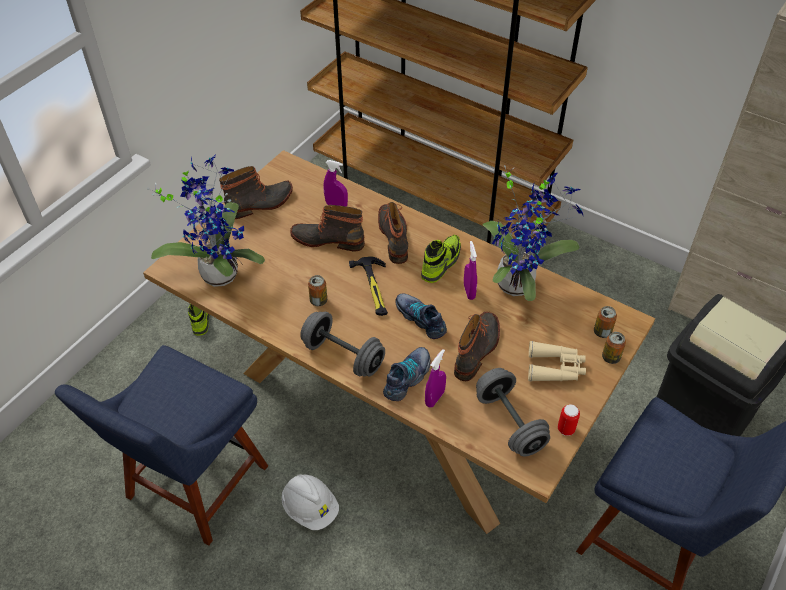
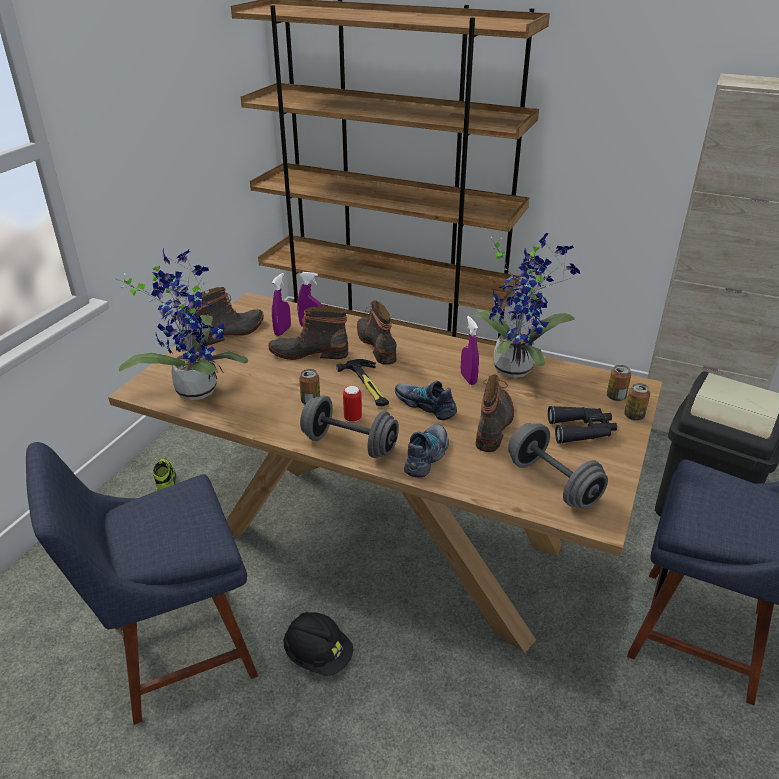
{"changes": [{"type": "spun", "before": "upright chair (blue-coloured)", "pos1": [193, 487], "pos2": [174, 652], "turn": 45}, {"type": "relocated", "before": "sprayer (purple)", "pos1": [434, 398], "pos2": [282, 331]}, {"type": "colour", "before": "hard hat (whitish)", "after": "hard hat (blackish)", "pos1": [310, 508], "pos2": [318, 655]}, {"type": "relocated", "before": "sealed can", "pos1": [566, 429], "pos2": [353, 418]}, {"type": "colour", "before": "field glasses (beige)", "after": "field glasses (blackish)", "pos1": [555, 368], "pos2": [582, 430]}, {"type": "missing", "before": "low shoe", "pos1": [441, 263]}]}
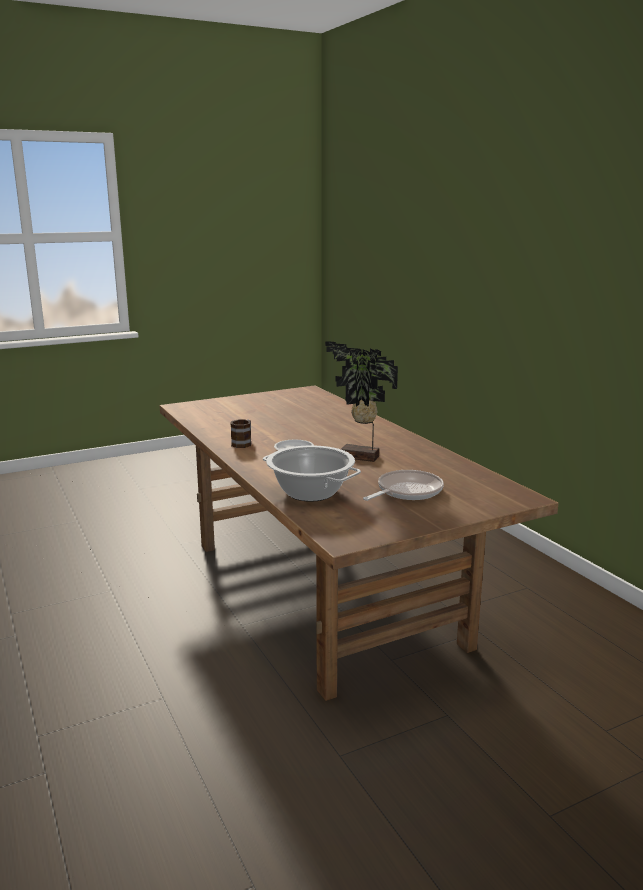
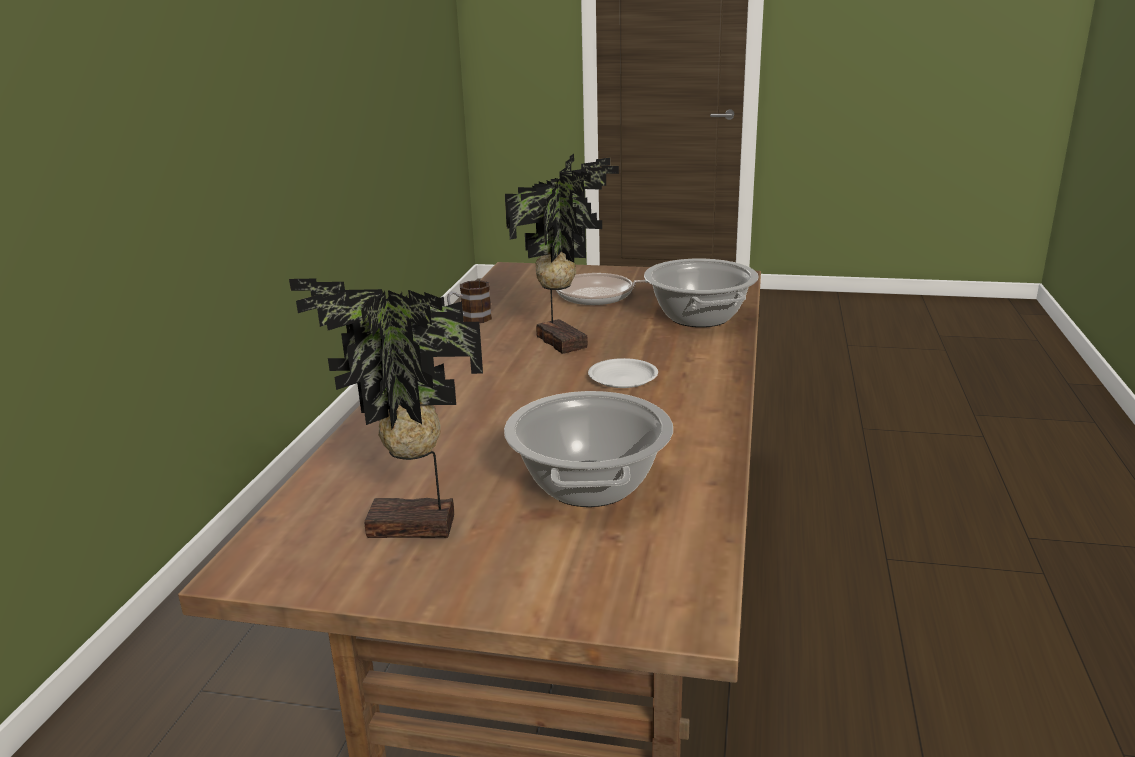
{"changes": [{"type": "appeared", "after": "houseplant", "pos2": [412, 530]}, {"type": "relocated", "before": "mug", "pos1": [243, 443], "pos2": [470, 319]}, {"type": "appeared", "after": "stockpot", "pos2": [589, 484]}]}
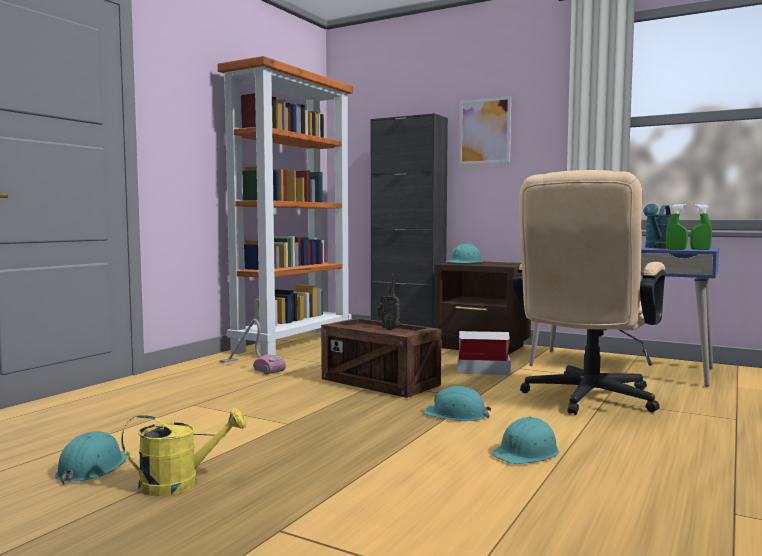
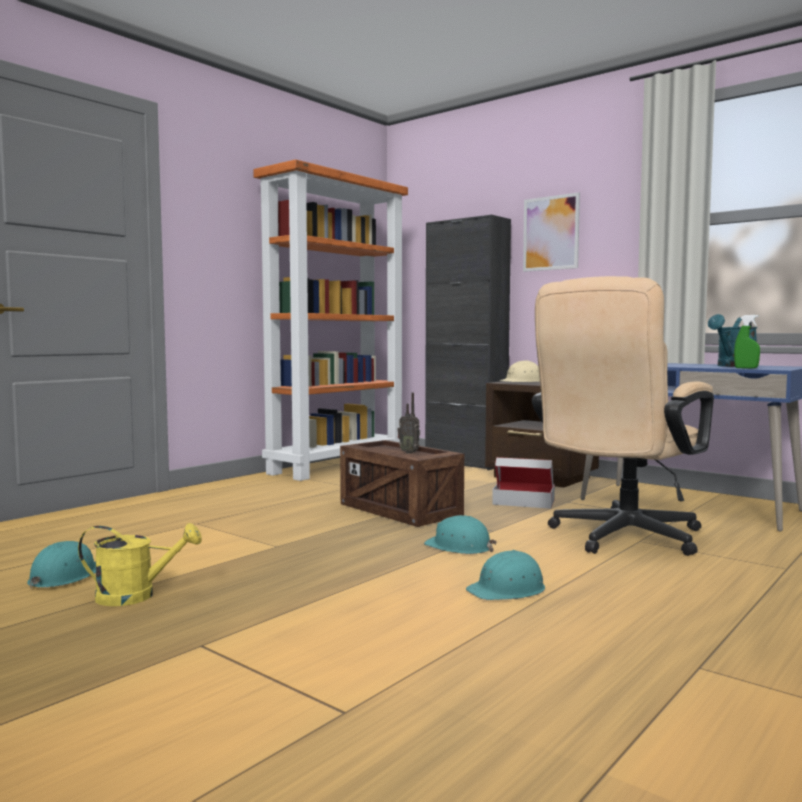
{"changes": [{"type": "colour", "before": "hard hat (turquoise-coloured)", "after": "hard hat (beige)", "pos1": [464, 262], "pos2": [522, 381]}, {"type": "missing", "before": "vacuum", "pos1": [251, 367]}, {"type": "missing", "before": "sprayer (greenish)", "pos1": [700, 249]}]}
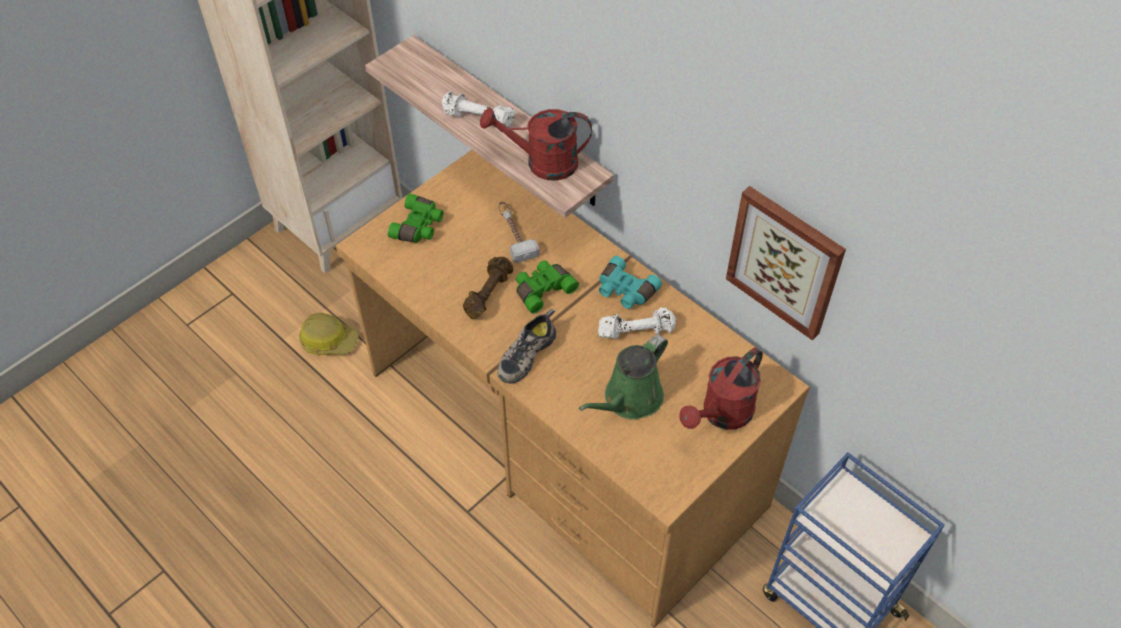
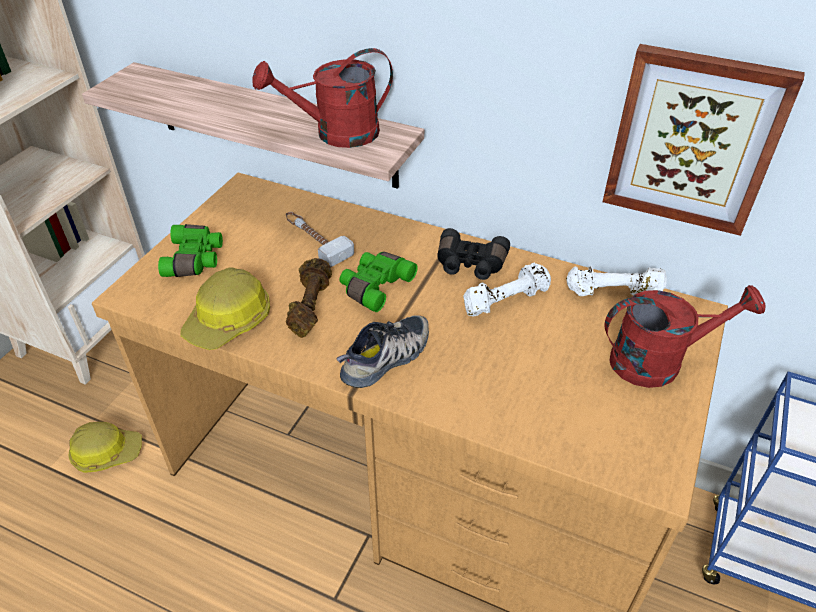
{"changes": [{"type": "appeared", "after": "hard hat", "pos2": [230, 321]}, {"type": "spun", "before": "low shoe", "pos1": [525, 353], "pos2": [387, 358], "turn": -150}, {"type": "colour", "before": "field glasses (turquoise-coloured)", "after": "field glasses (blackish)", "pos1": [625, 291], "pos2": [470, 264]}, {"type": "relocated", "before": "free weight (whitish)", "pos1": [477, 119], "pos2": [613, 293]}, {"type": "spun", "before": "watering pot (reddish)", "pos1": [722, 415], "pos2": [658, 361], "turn": -120}, {"type": "missing", "before": "watering pot (greenish)", "pos1": [629, 399]}]}
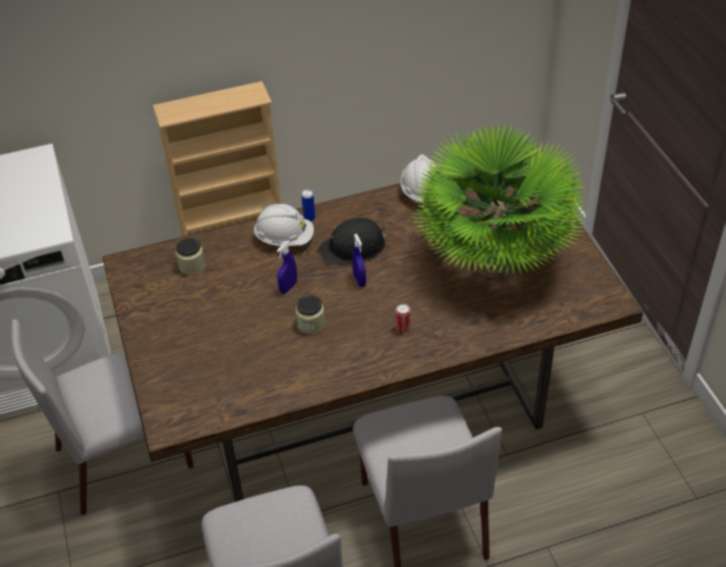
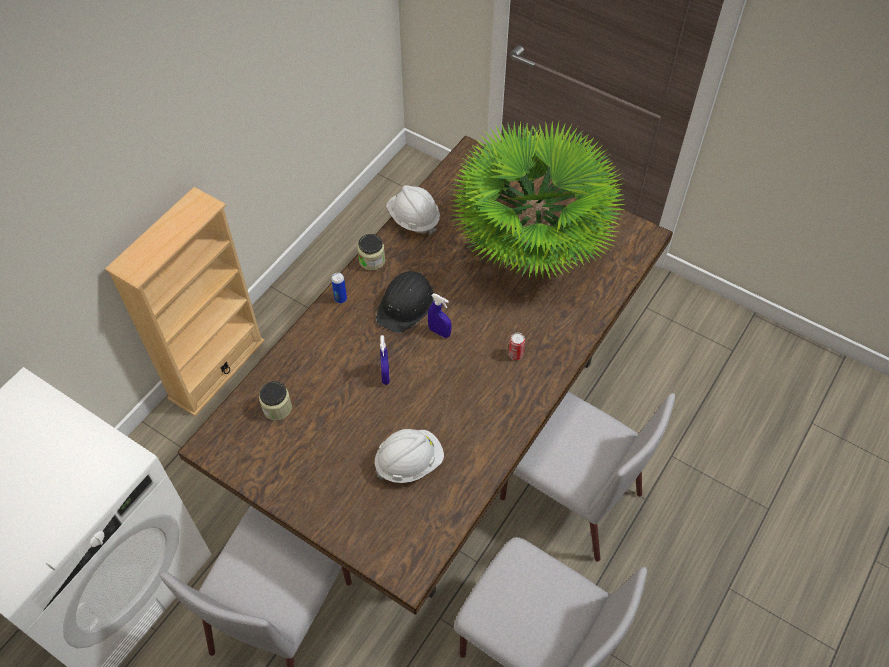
{"changes": [{"type": "relocated", "before": "storage jar", "pos1": [311, 324], "pos2": [372, 260]}, {"type": "relocated", "before": "hard hat (whitish)", "pos1": [284, 239], "pos2": [409, 462]}]}
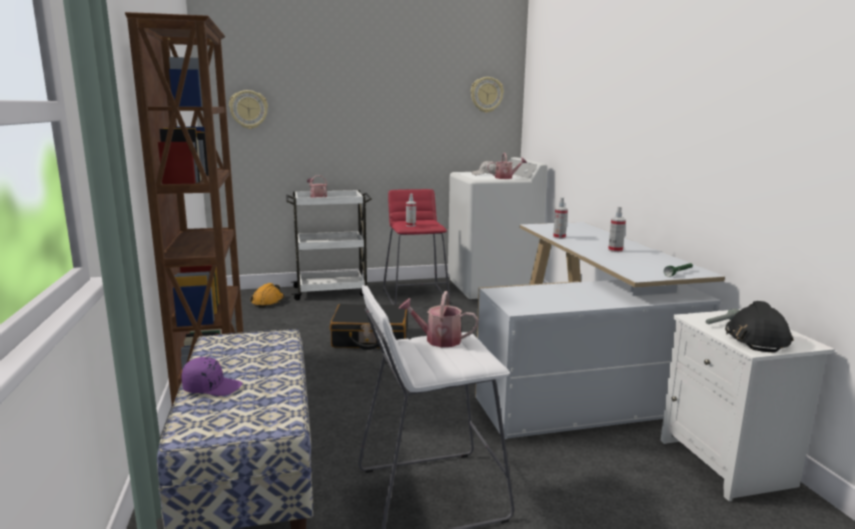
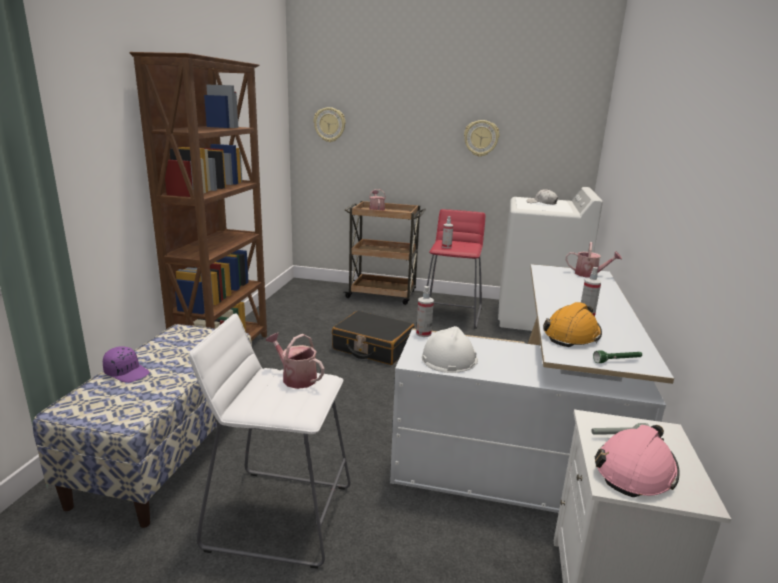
{"changes": [{"type": "colour", "before": "trolley (whitish)", "after": "trolley (brown-coloured)", "pos1": [331, 291], "pos2": [383, 295]}, {"type": "relocated", "before": "sprayer", "pos1": [559, 237], "pos2": [423, 333]}, {"type": "appeared", "after": "hard hat (whitish)", "pos2": [449, 359]}, {"type": "relocated", "before": "hanging clock", "pos1": [486, 94], "pos2": [481, 138]}, {"type": "relocated", "before": "hard hat (orange-coloured)", "pos1": [268, 302], "pos2": [572, 335]}, {"type": "relocated", "before": "watering pot", "pos1": [506, 178], "pos2": [590, 274]}, {"type": "colour", "before": "hard hat (blackish)", "after": "hard hat (pinkish)", "pos1": [756, 338], "pos2": [635, 471]}]}
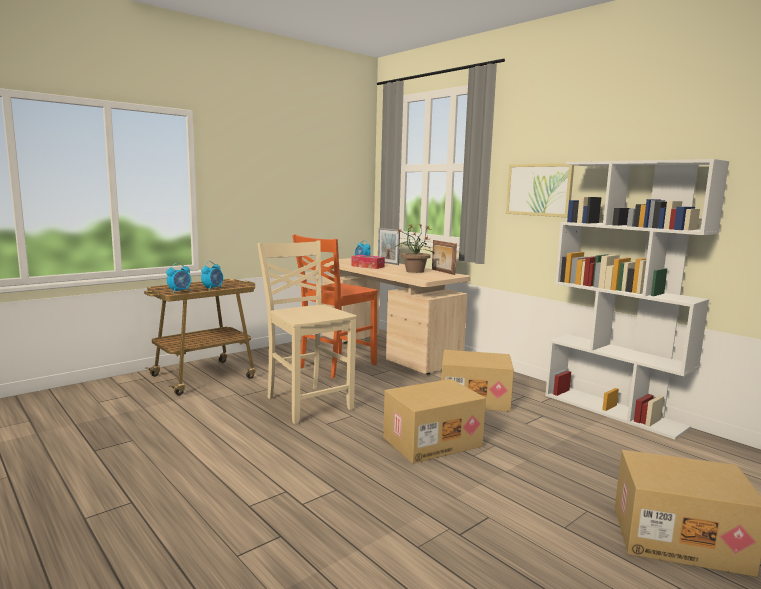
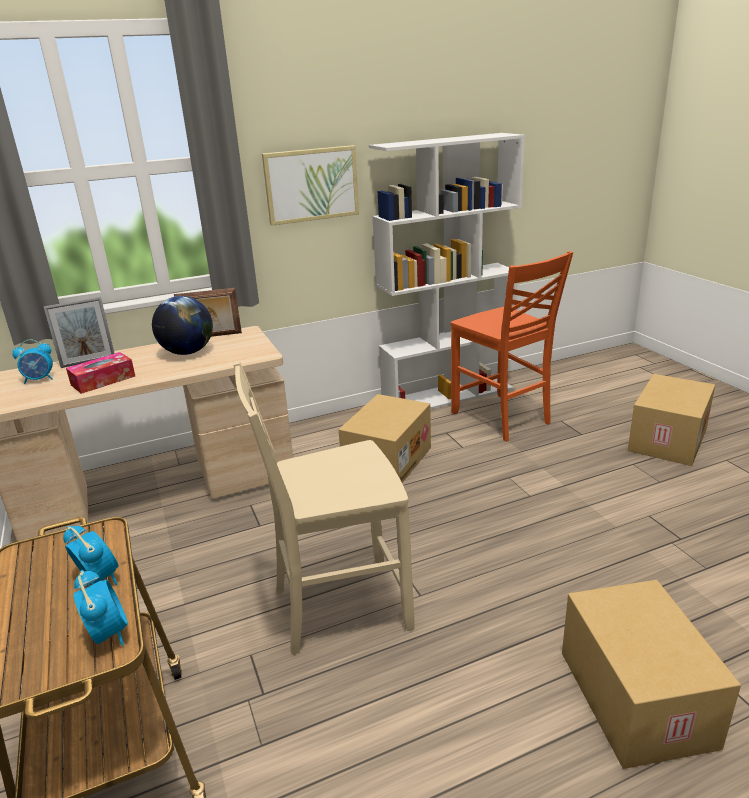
{"changes": [{"type": "exchanged", "before": "houseplant", "after": "desk globe", "pos1": [414, 271], "pos2": [187, 352]}, {"type": "relocated", "before": "upright chair (orange-coloured)", "pos1": [335, 366], "pos2": [502, 418]}, {"type": "relocated", "before": "cardboard box", "pos1": [432, 441], "pos2": [632, 697]}]}
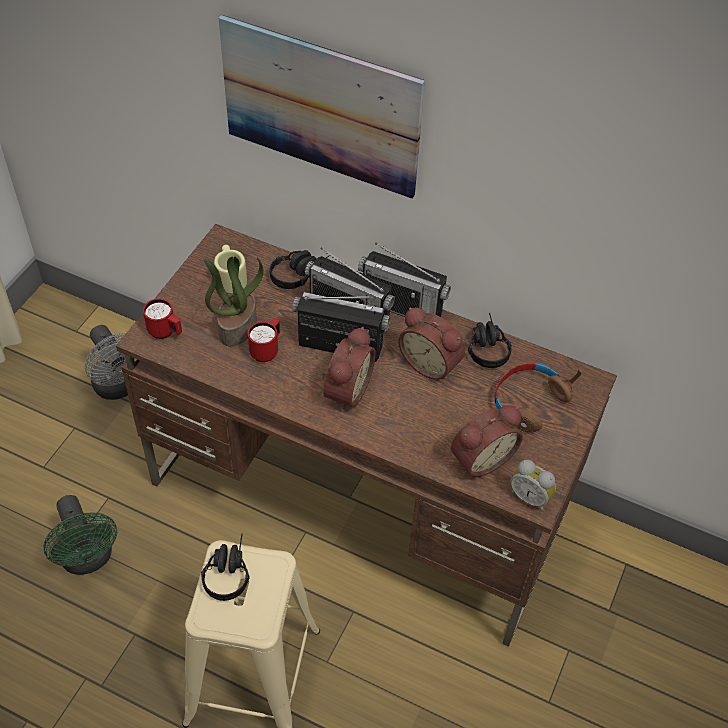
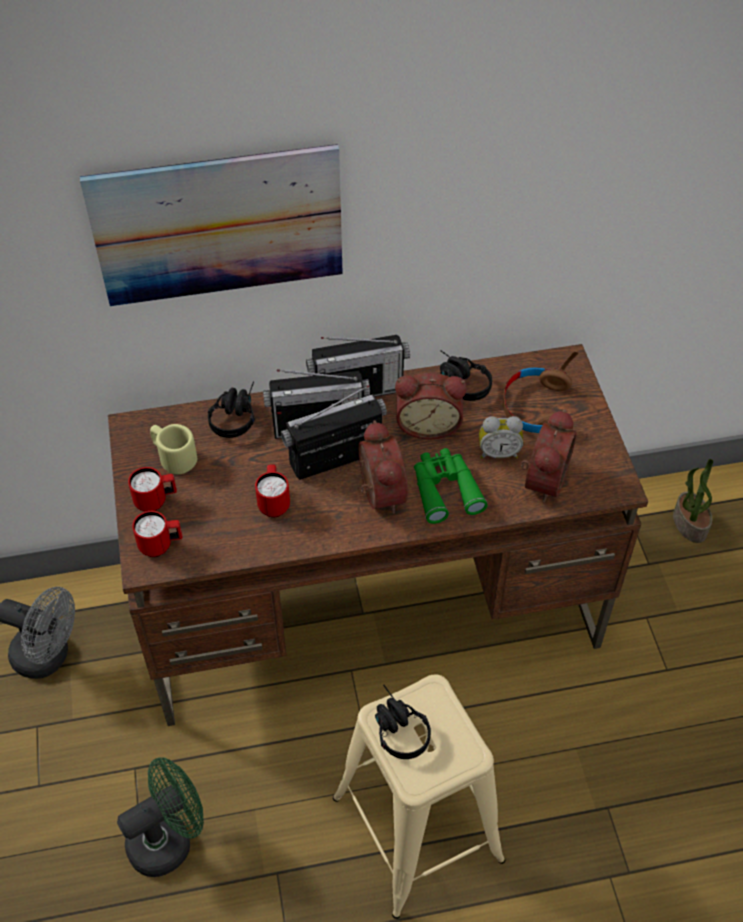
{"changes": [{"type": "spun", "before": "cooling fan (greenish)", "pos1": [88, 559], "pos2": [168, 839], "turn": -60}, {"type": "appeared", "after": "mug (reddish)", "pos2": [156, 501]}, {"type": "appeared", "after": "field glasses (greenish)", "pos2": [445, 489]}, {"type": "relocated", "before": "bedside clock", "pos1": [530, 497], "pos2": [498, 452]}, {"type": "relocated", "before": "houseplant", "pos1": [237, 326], "pos2": [688, 523]}]}
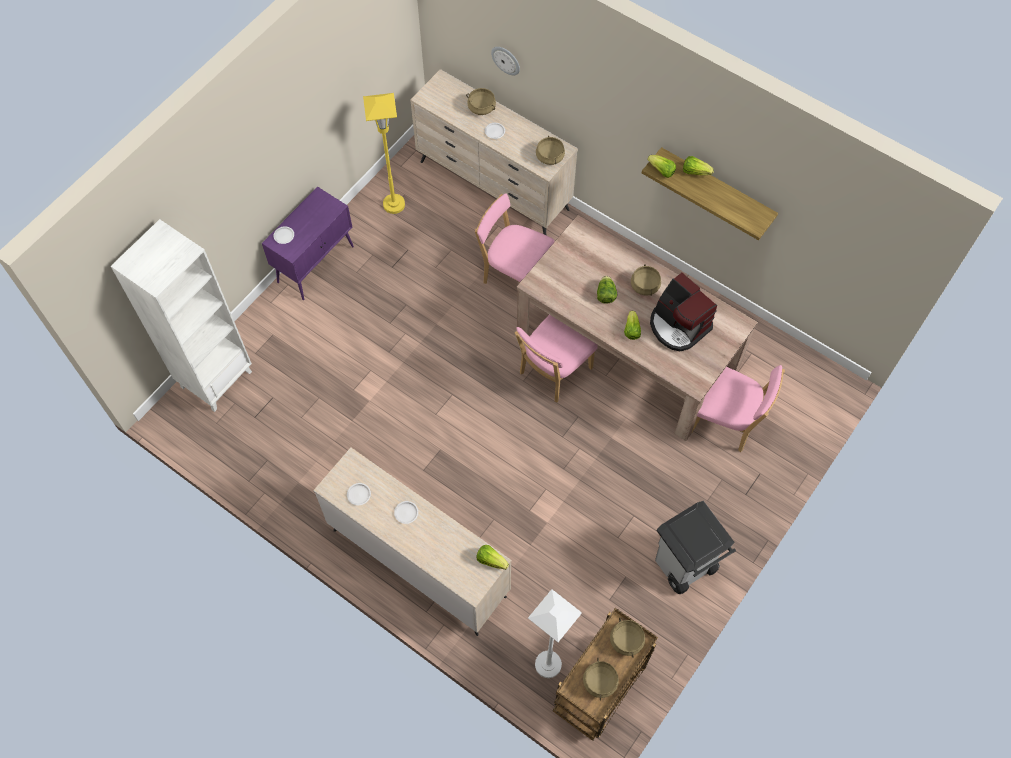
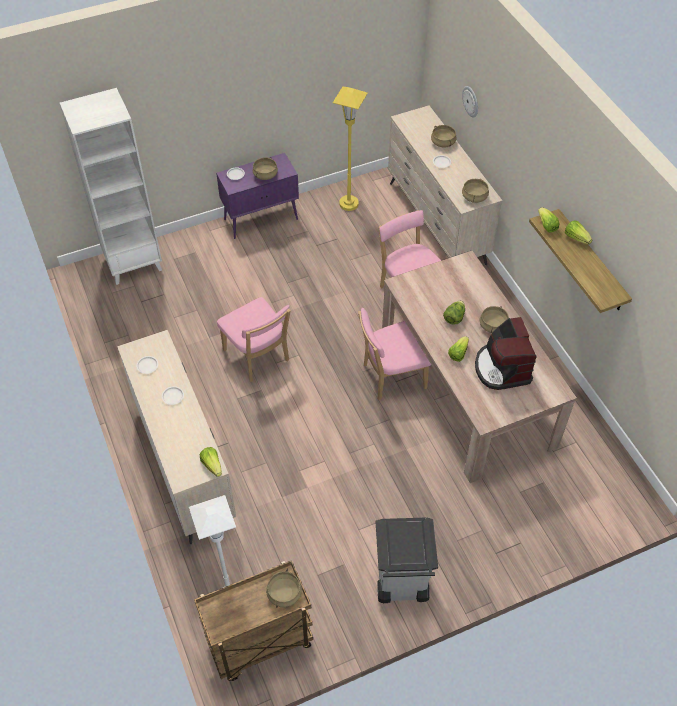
{"changes": [{"type": "relocated", "before": "upright chair (pinkish)", "pos1": [727, 422], "pos2": [258, 357]}, {"type": "relocated", "before": "stockpot (beige)", "pos1": [599, 681], "pos2": [265, 174]}]}
